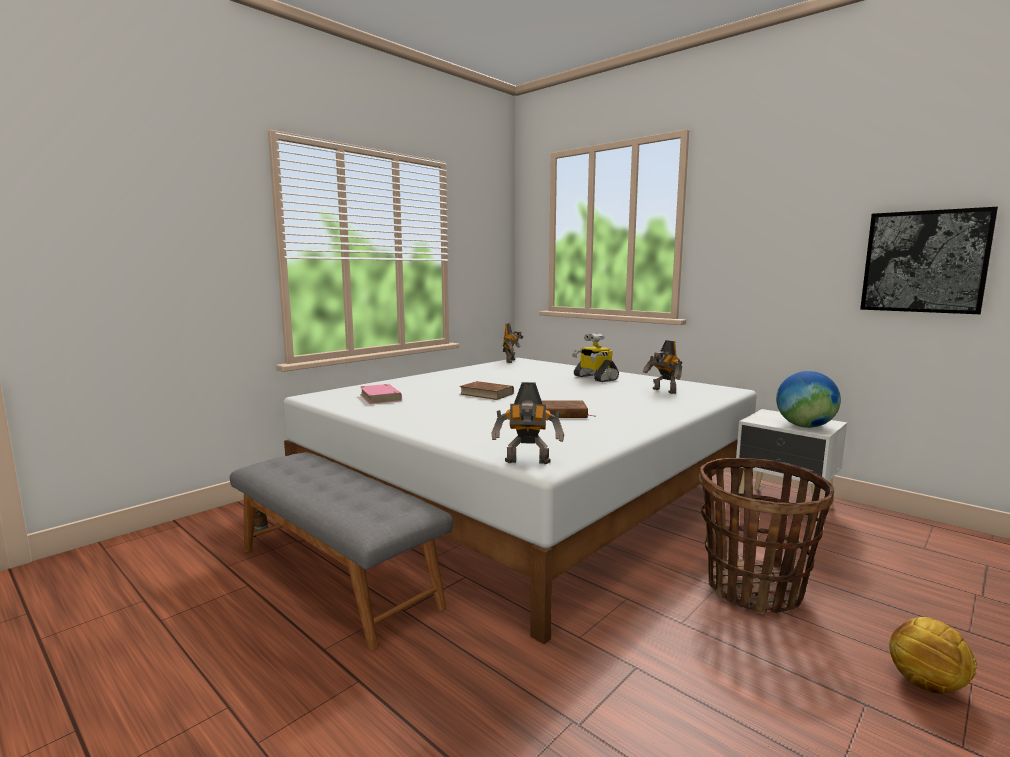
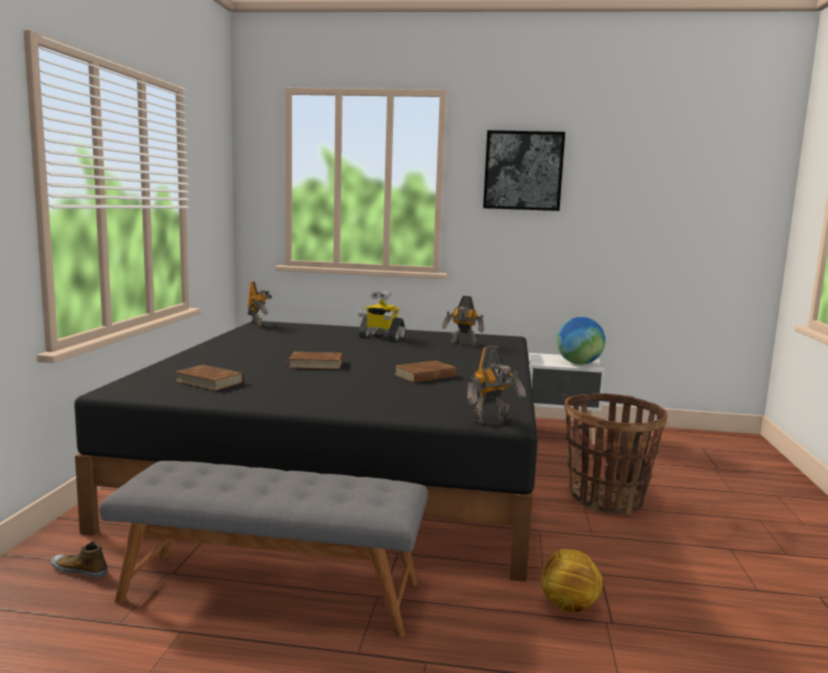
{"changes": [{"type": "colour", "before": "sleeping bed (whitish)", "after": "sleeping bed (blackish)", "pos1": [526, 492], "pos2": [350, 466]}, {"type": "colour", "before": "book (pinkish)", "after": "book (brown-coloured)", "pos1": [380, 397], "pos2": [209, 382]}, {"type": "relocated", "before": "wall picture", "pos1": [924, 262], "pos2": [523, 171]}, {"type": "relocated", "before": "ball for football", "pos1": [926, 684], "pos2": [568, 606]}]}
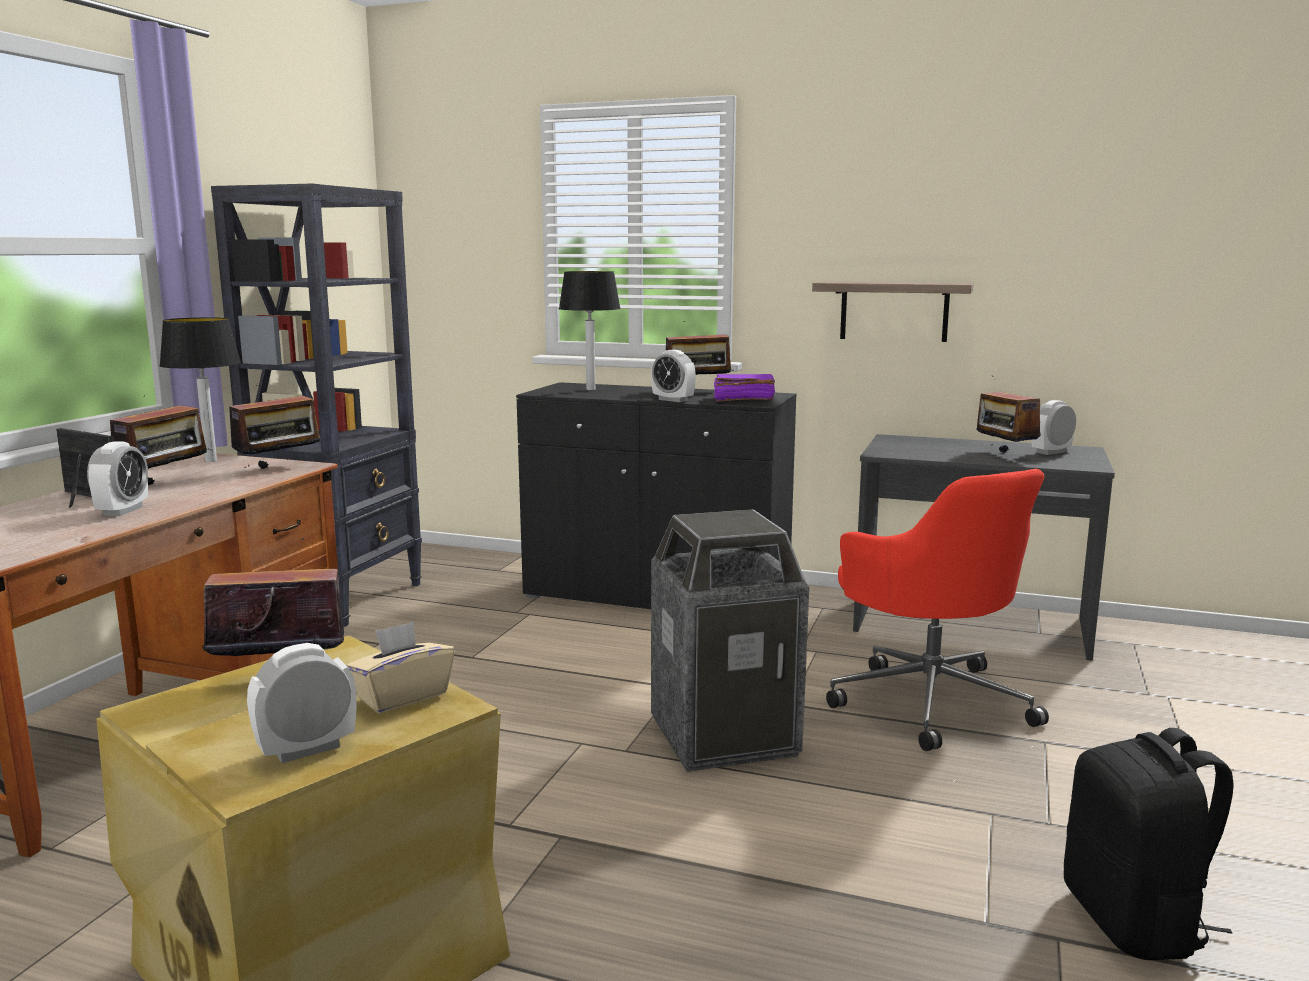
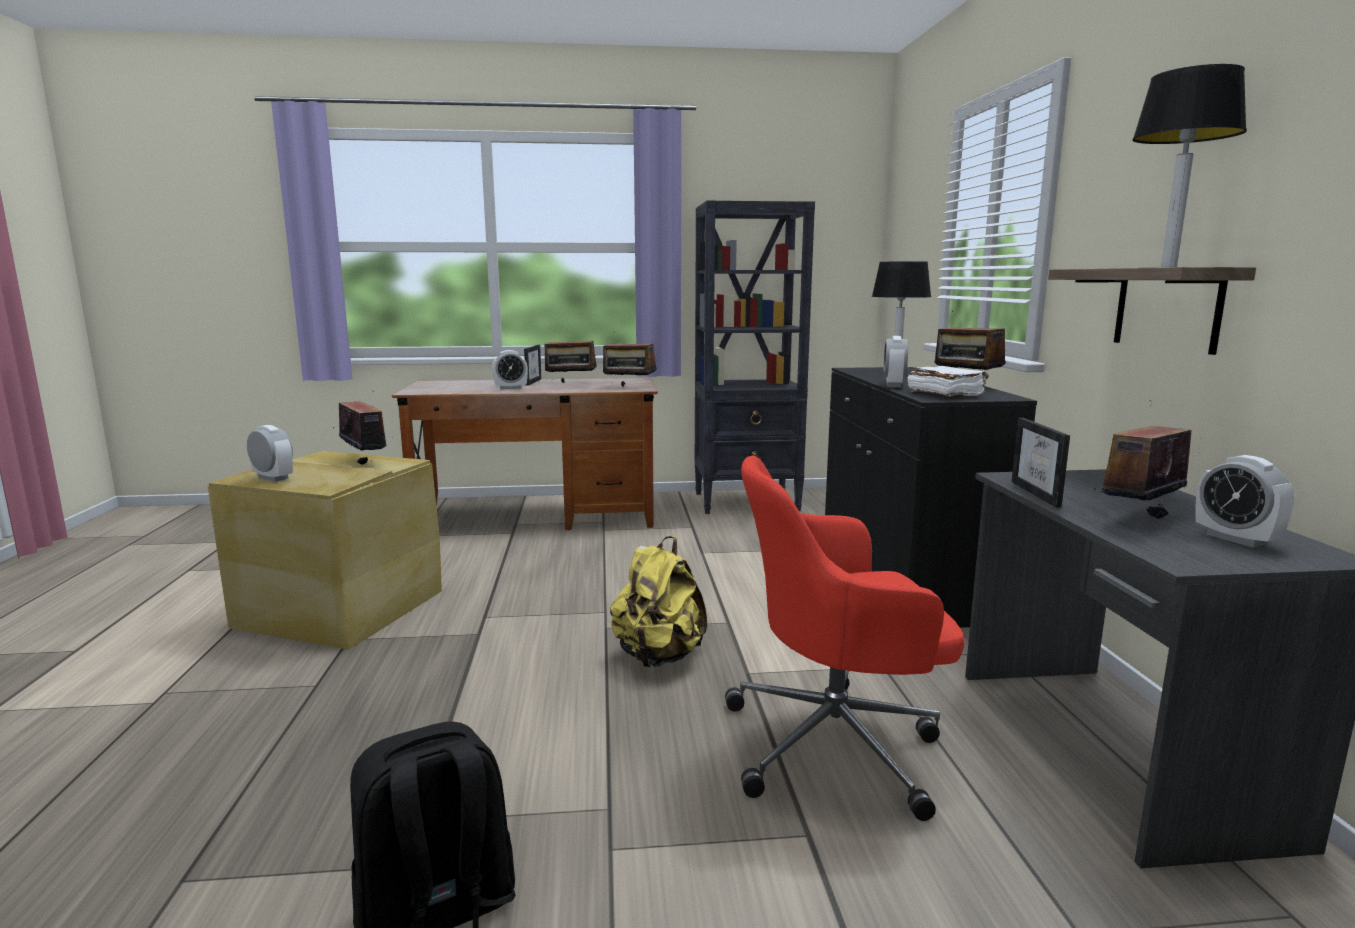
{"changes": [{"type": "exchanged", "before": "waste bin", "after": "backpack (yellowish)", "pos1": [724, 736], "pos2": [658, 657]}, {"type": "spun", "before": "office chair (reddish)", "pos1": [929, 700], "pos2": [837, 744], "turn": 45}, {"type": "colour", "before": "book (purple)", "after": "book (whitish)", "pos1": [742, 400], "pos2": [945, 394]}, {"type": "appeared", "after": "picture frame", "pos2": [1045, 494]}, {"type": "relocated", "before": "tabletop lamp", "pos1": [212, 460], "pos2": [1170, 266]}, {"type": "spun", "before": "bedside clock", "pos1": [1051, 452], "pos2": [1236, 539], "turn": -150}, {"type": "missing", "before": "tissue box (beige)", "pos1": [402, 696]}]}
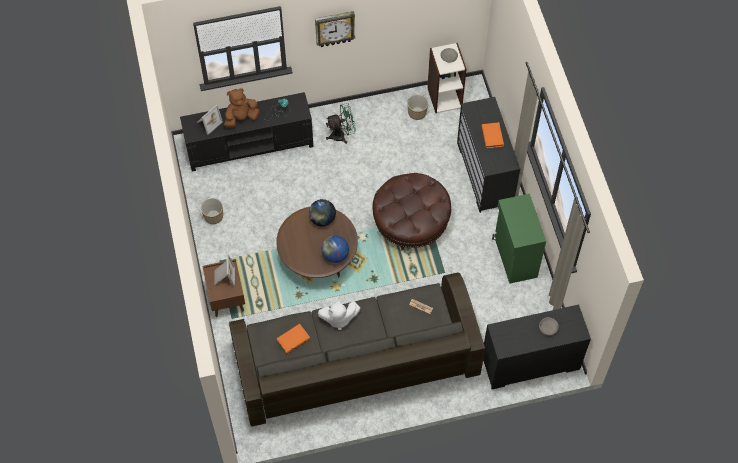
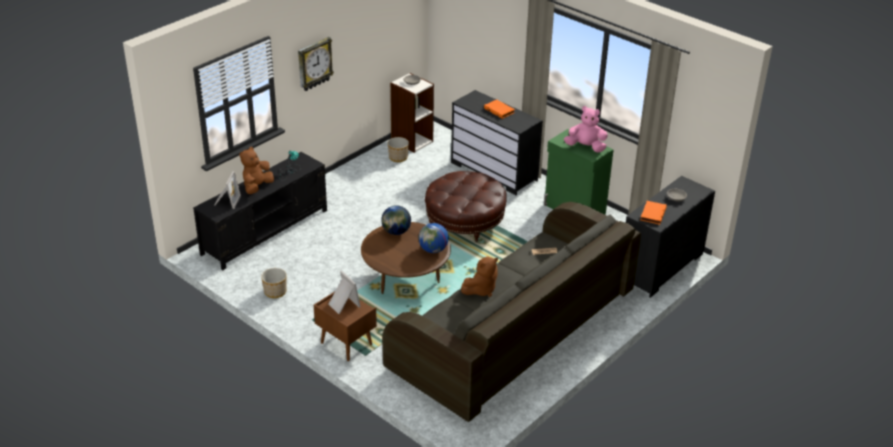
{"changes": [{"type": "colour", "before": "cuddly toy (whitish)", "after": "cuddly toy (brown-coloured)", "pos1": [338, 319], "pos2": [481, 290]}, {"type": "appeared", "after": "cuddly toy (pinkish)", "pos2": [585, 147]}, {"type": "relocated", "before": "book (orange-coloured)", "pos1": [293, 338], "pos2": [652, 214]}, {"type": "missing", "before": "cooling fan (greenish)", "pos1": [341, 135]}]}
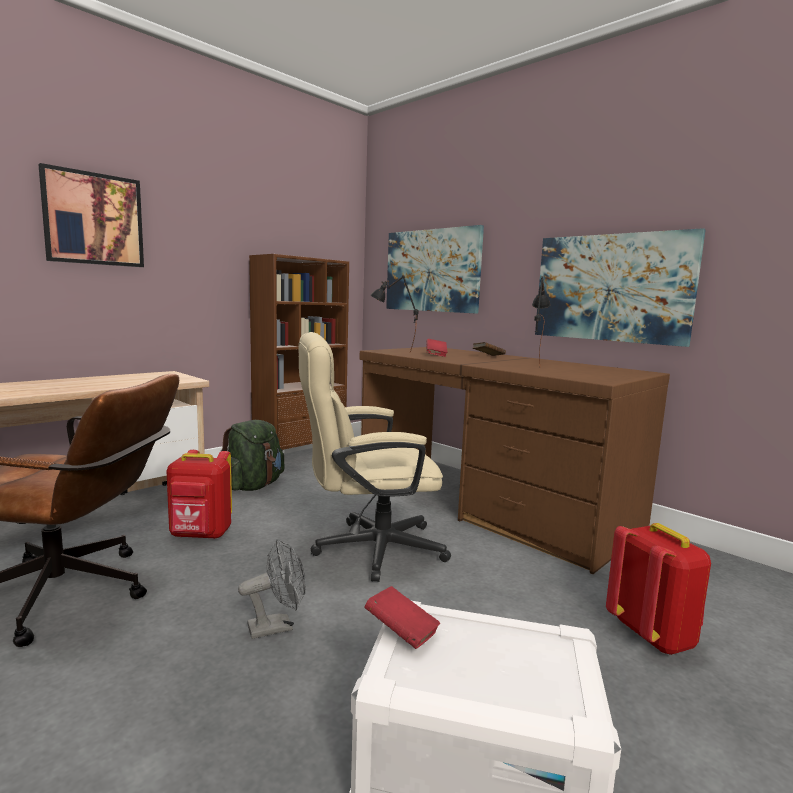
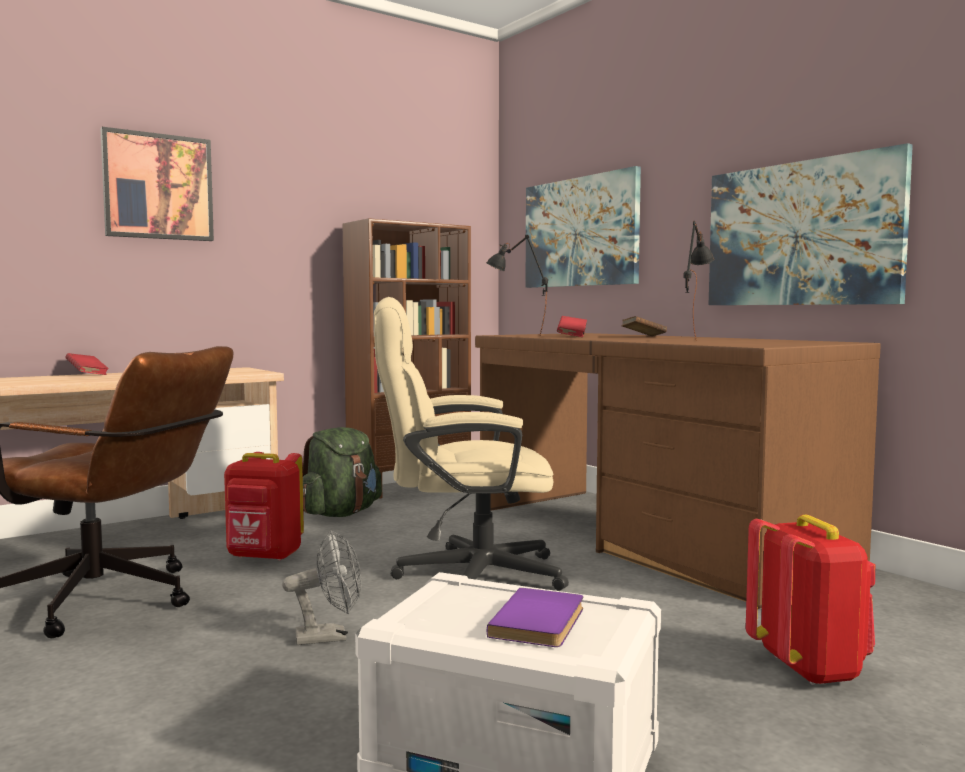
{"changes": [{"type": "relocated", "before": "book (reddish)", "pos1": [401, 632], "pos2": [87, 374]}, {"type": "appeared", "after": "book (purple)", "pos2": [541, 622]}]}
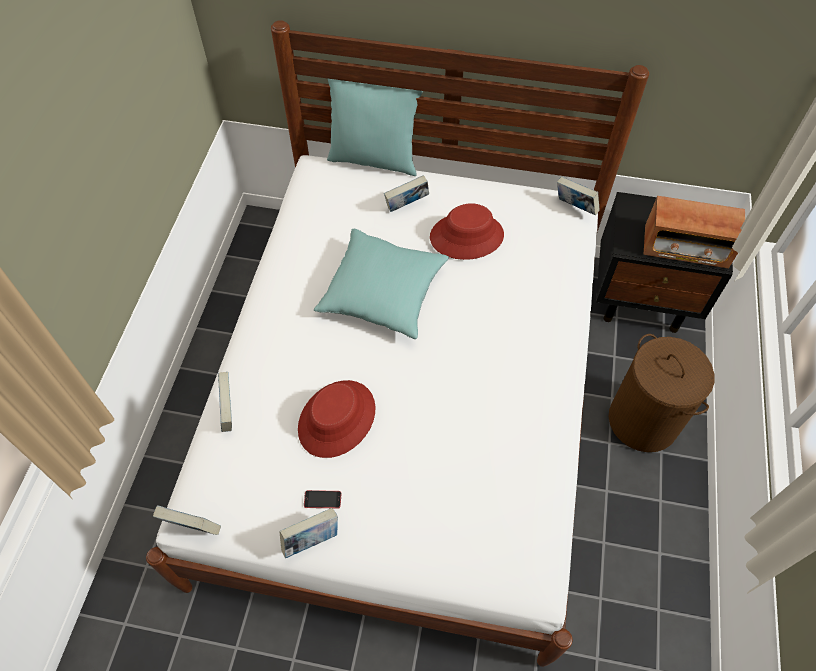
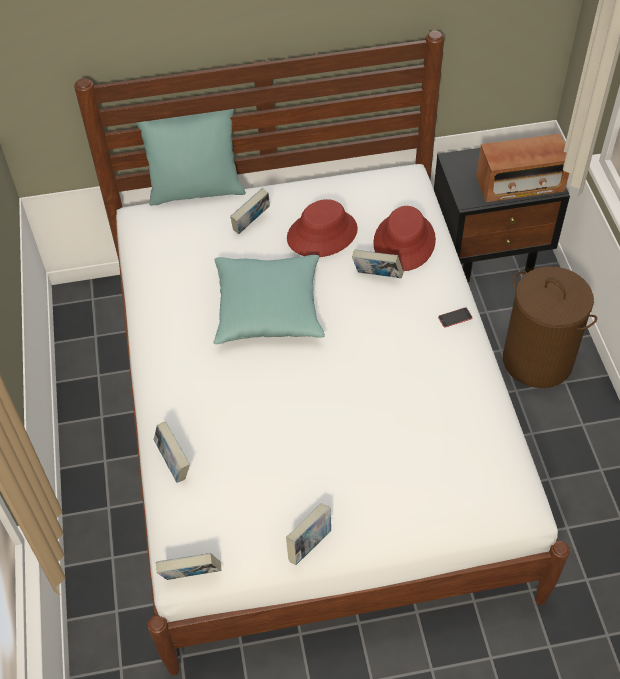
{"changes": [{"type": "relocated", "before": "book", "pos1": [574, 208], "pos2": [377, 276]}, {"type": "relocated", "before": "wearable hat (reddish)", "pos1": [337, 419], "pos2": [404, 242]}, {"type": "relocated", "before": "phone", "pos1": [322, 499], "pos2": [455, 317]}]}
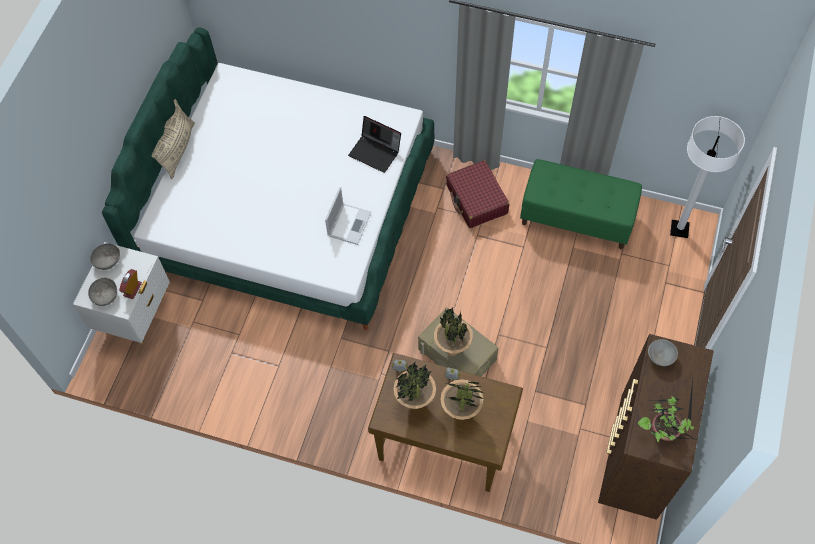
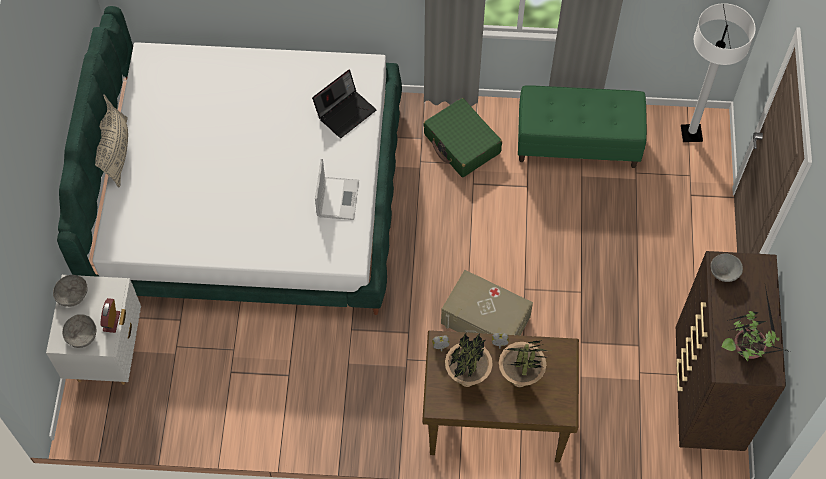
{"changes": [{"type": "spun", "before": "laptop", "pos1": [376, 152], "pos2": [345, 112], "turn": -60}, {"type": "colour", "before": "suitcase (reddish)", "after": "suitcase (greenish)", "pos1": [476, 200], "pos2": [462, 144]}, {"type": "missing", "before": "houseplant", "pos1": [452, 350]}]}
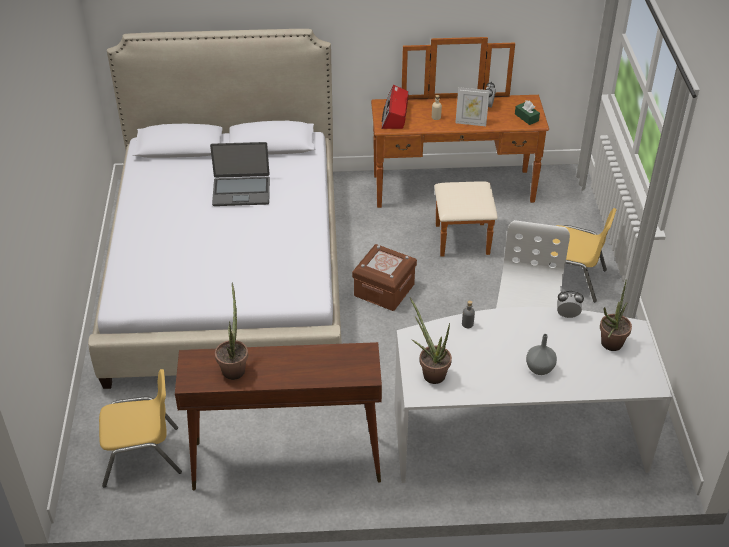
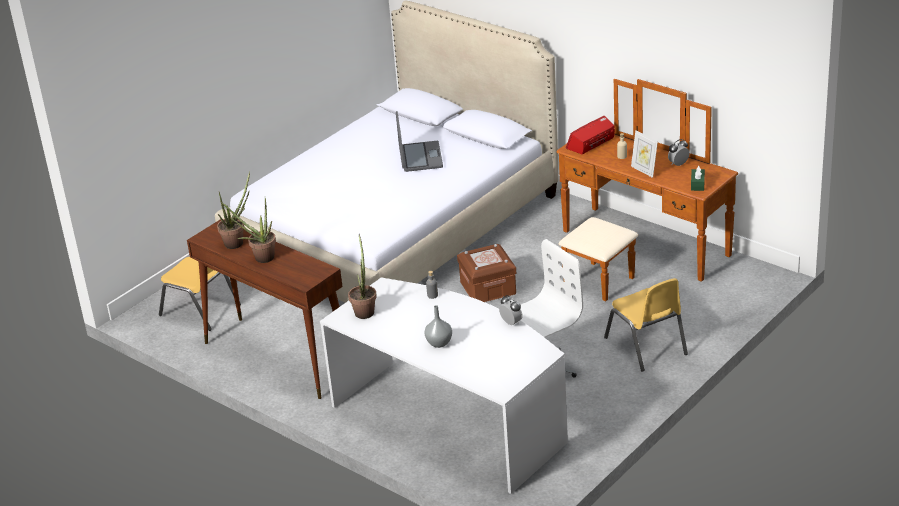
{"changes": [{"type": "relocated", "before": "houseplant", "pos1": [609, 346], "pos2": [260, 258]}, {"type": "spun", "before": "laptop", "pos1": [241, 191], "pos2": [420, 157], "turn": -135}]}
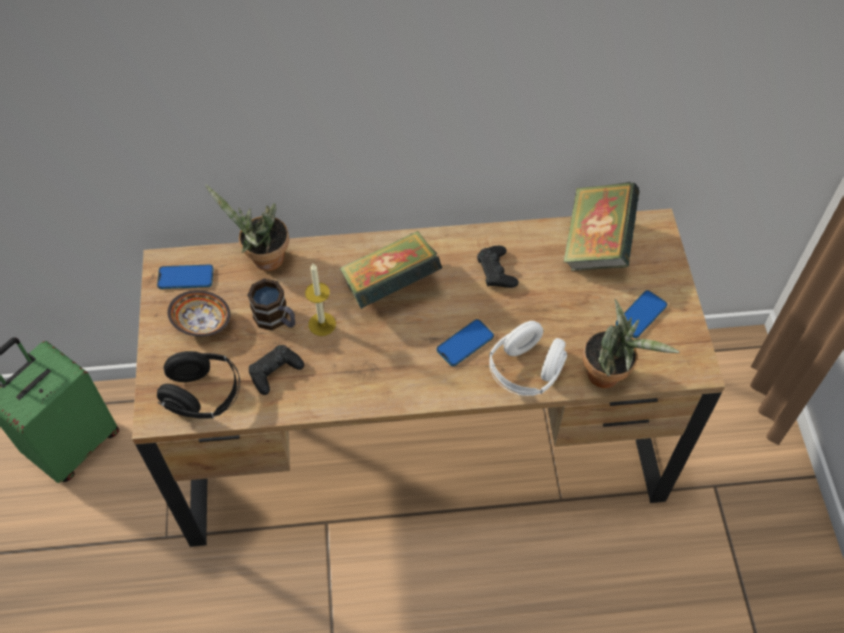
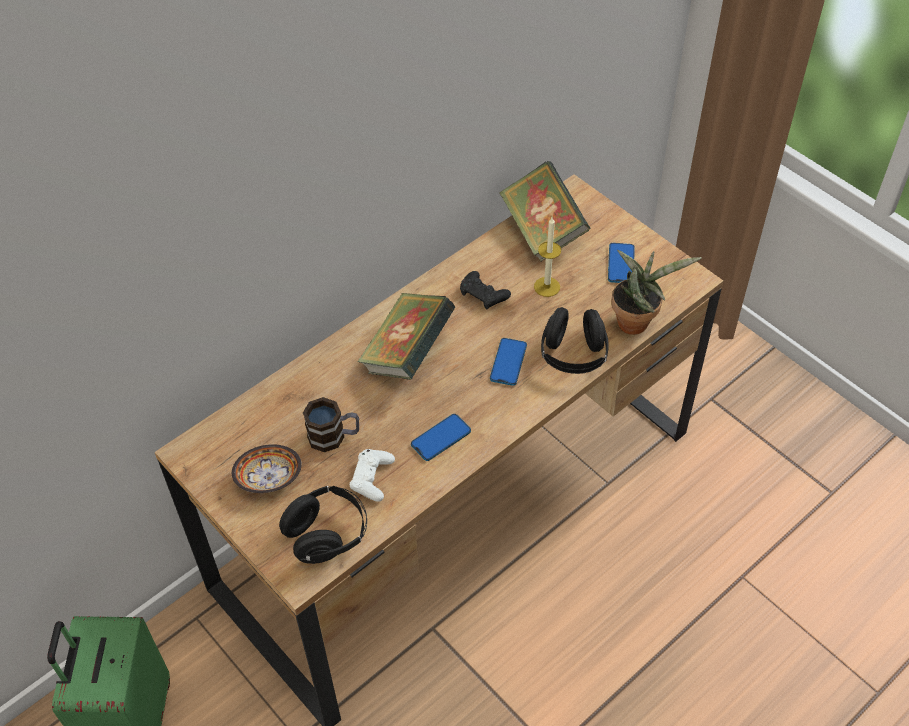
{"changes": [{"type": "colour", "before": "game controller (blackish)", "after": "game controller (whitish)", "pos1": [275, 372], "pos2": [372, 478]}, {"type": "relocated", "before": "phone", "pos1": [185, 277], "pos2": [441, 438]}, {"type": "relocated", "before": "wax light", "pos1": [322, 324], "pos2": [547, 287]}, {"type": "colour", "before": "headset (whitish)", "after": "headset (blackish)", "pos1": [525, 371], "pos2": [573, 355]}, {"type": "missing", "before": "houseplant", "pos1": [263, 259]}]}
